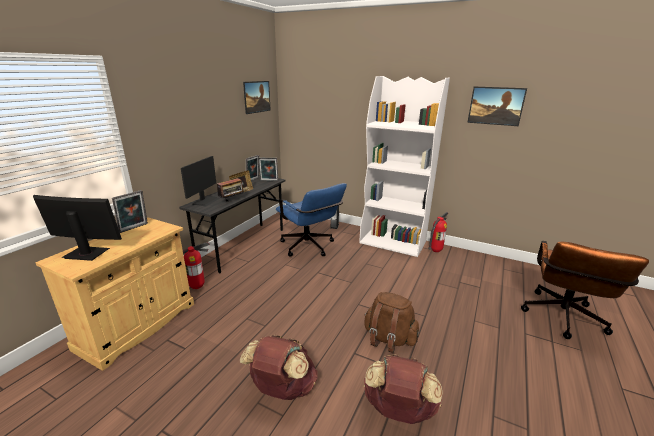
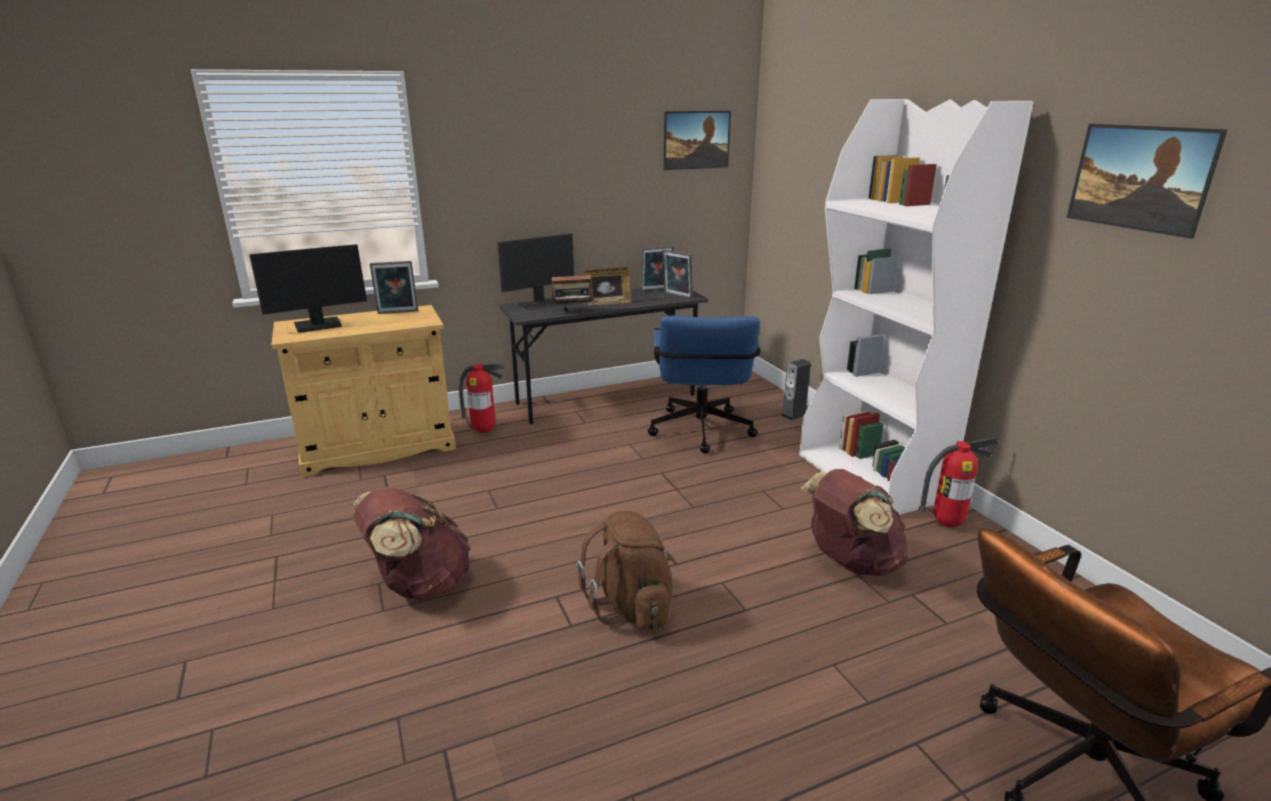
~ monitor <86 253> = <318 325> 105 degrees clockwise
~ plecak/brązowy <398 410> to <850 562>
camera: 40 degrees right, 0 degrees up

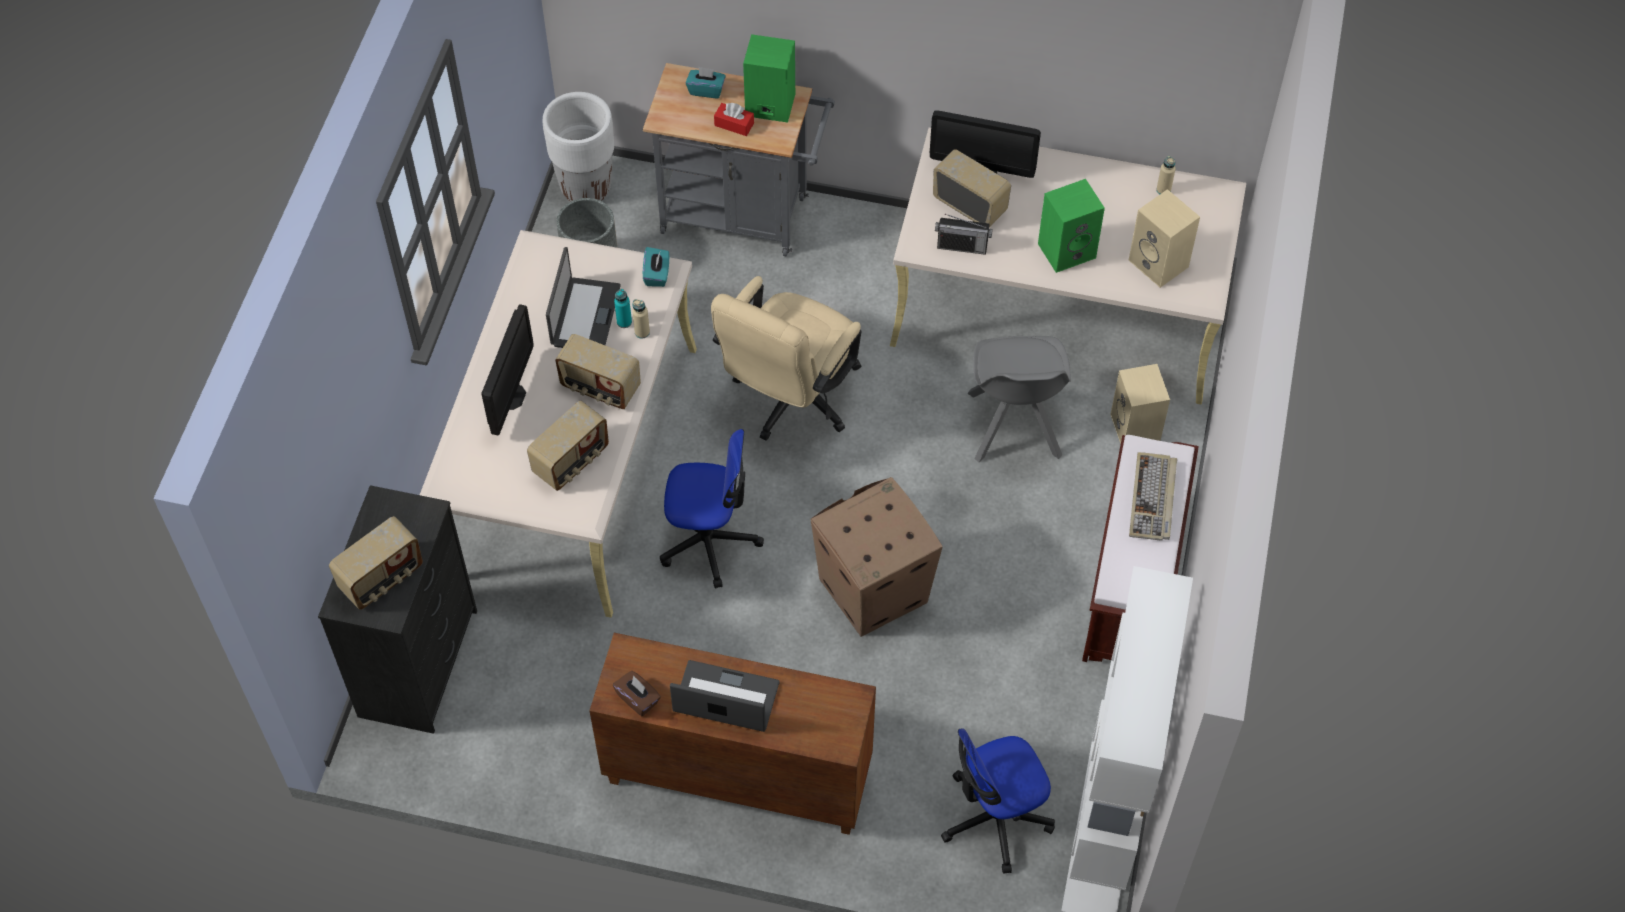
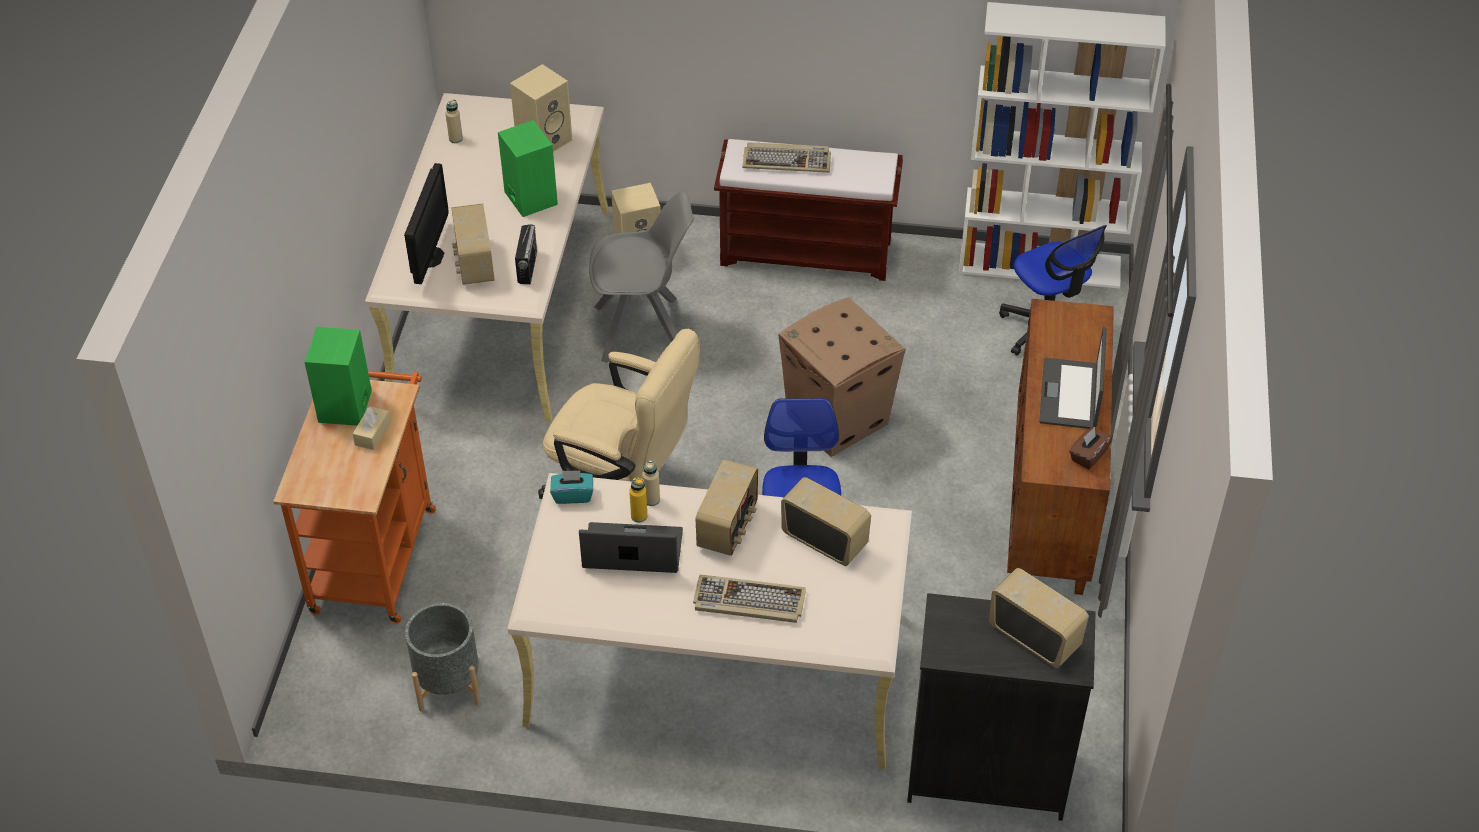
~ wózek/szary <743 216> to wózek/pomarańczowy <375 552>
- pudełko chusteczek/turkusowy <706 90>
- donica/biały <586 188>
~ pudełko chusteczek/czerwony <734 124> to pudełko chusteczek/beżowy <372 433>
~ radio <970 205> = <474 263> 45 degrees counterclockwise
~ butelka/turkusowy <624 322> to butelka/żółty <639 516>
~ monitor <511 396> to klawiatura <748 602>
camera: 95 degrees left, 10 degrees down

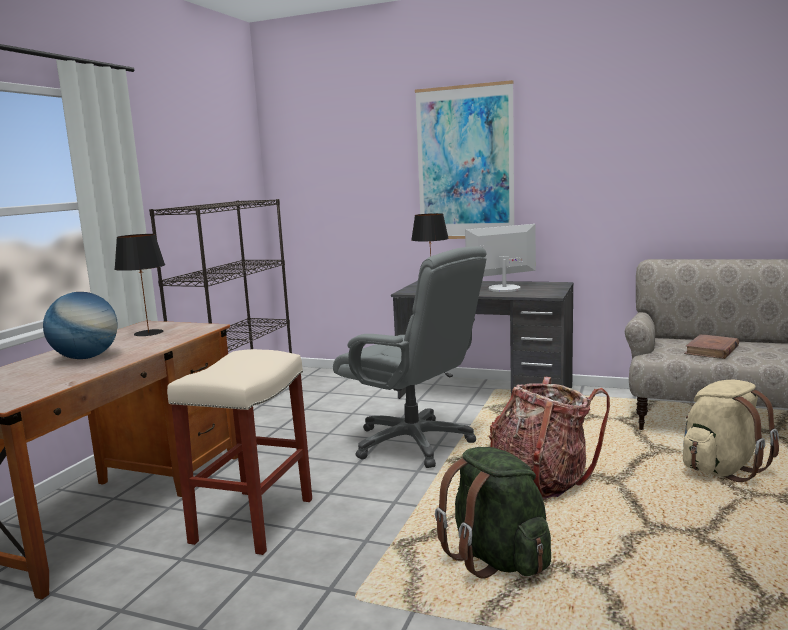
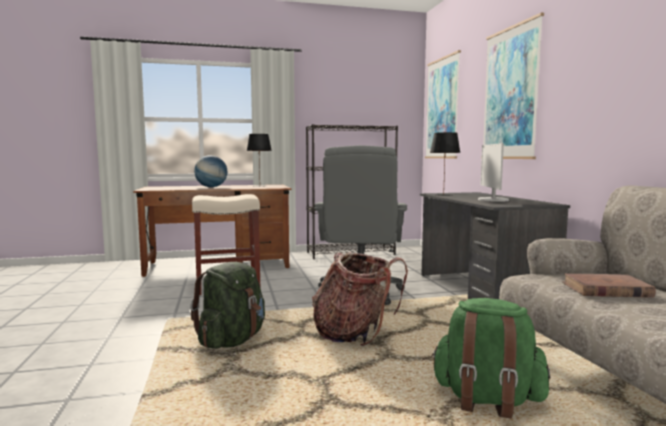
~ monitor <503 288> = <492 200> 120 degrees counterclockwise
~ plecak/beżowy <721 468> to plecak/zielony <487 399>
+ obraz <442 108>
camera: 55 degrees right, 5 degrees down

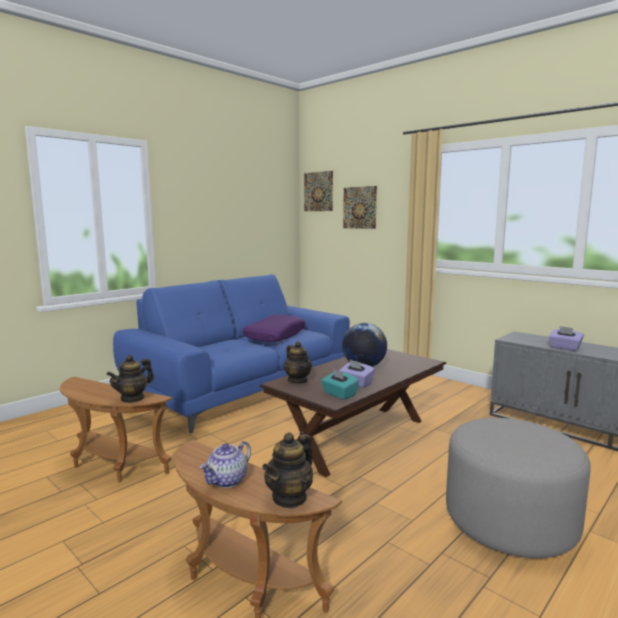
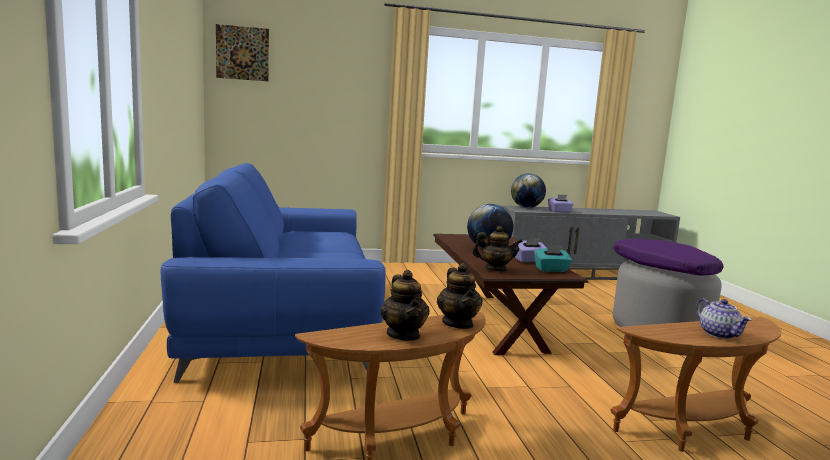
- obraz <359 207>
~ poduszka/fioletowy <275 336> to <663 268>
~ imbryk <290 498> to <404 335>
+ globus <526 207>
camera: 55 degrees left, 0 degrees up

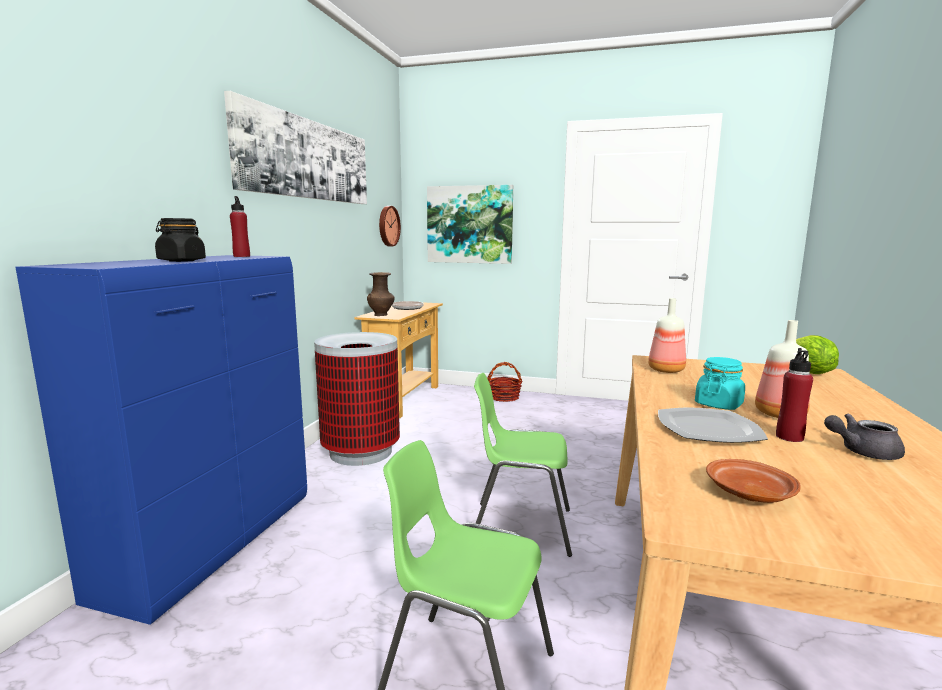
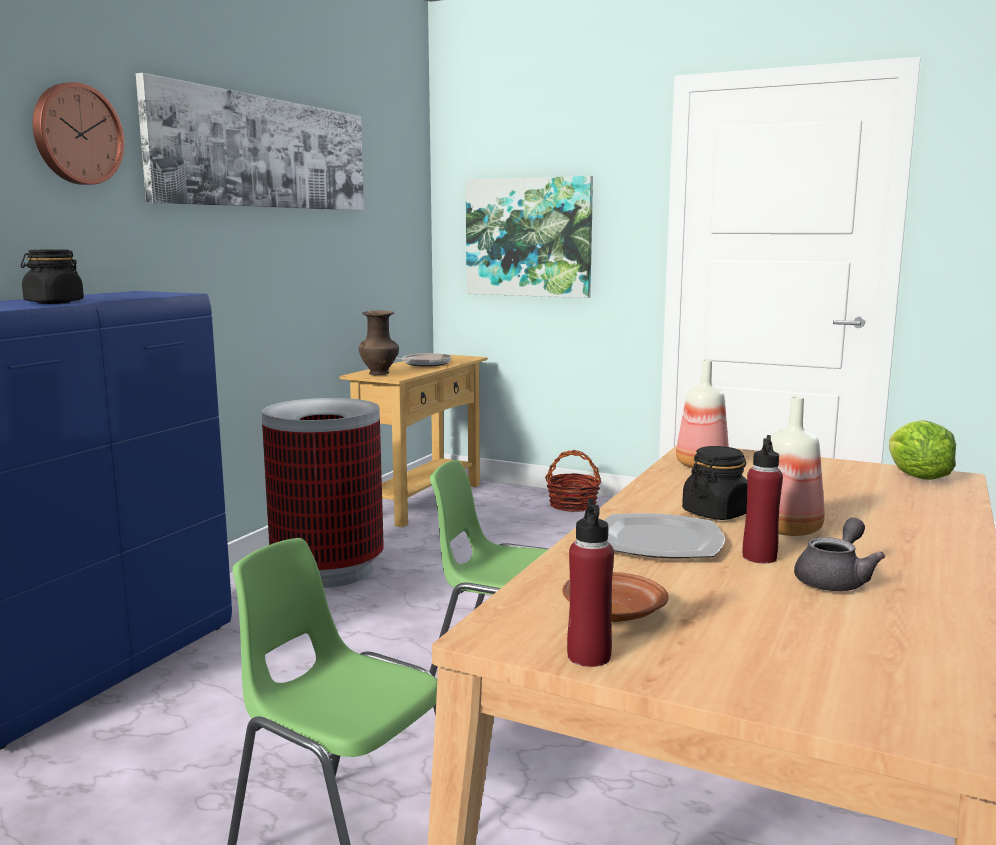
~ butelka/czerwony <241 256> to <589 656>
~ zegar ścienny <388 226> to <76 134>
~ słoik/turkusowy <718 404> to słoik/czarny <716 513>
~ imbryk/szary <862 452> = <835 580> 120 degrees clockwise
camera: 10 degrees right, 0 degrees up

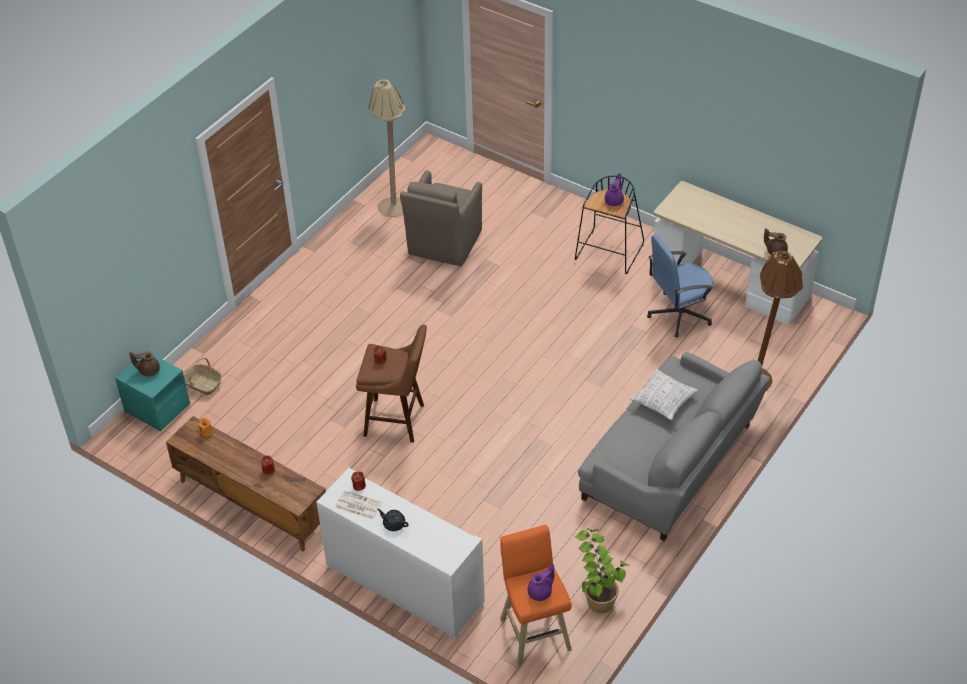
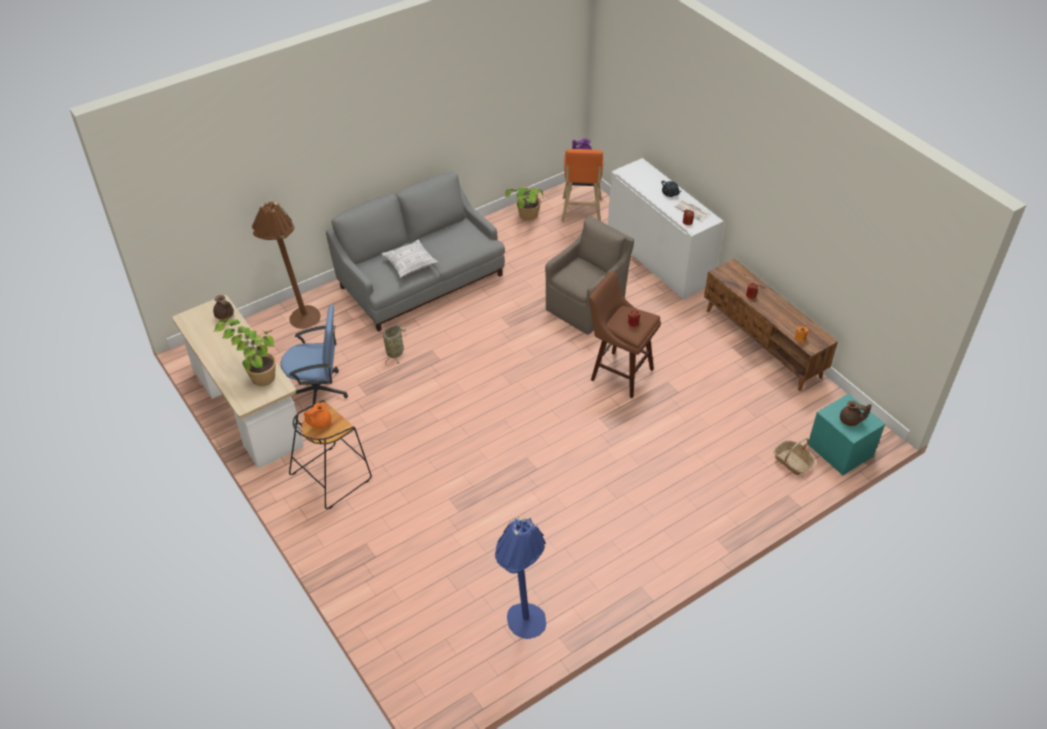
~ lampa stojąca/beżowy <395 202> to lampa stojąca/niebieski <521 628>
~ fotel/brązowy <443 243> to <586 306>
~ imbryk/fioletowy <614 201> to imbryk/pomarańczowy <319 423>
+ roślina doniczkowa <255 371>
+ koszyk <395 351>
camera: 160 degrees left, 0 degrees up

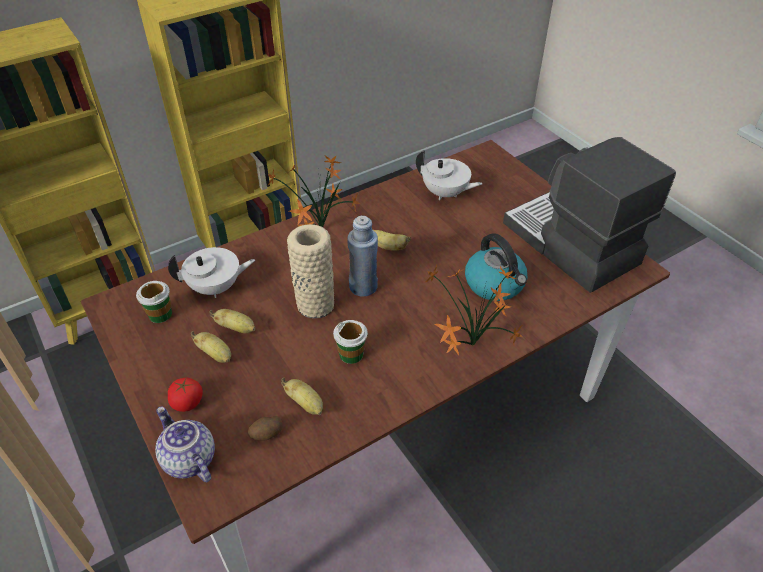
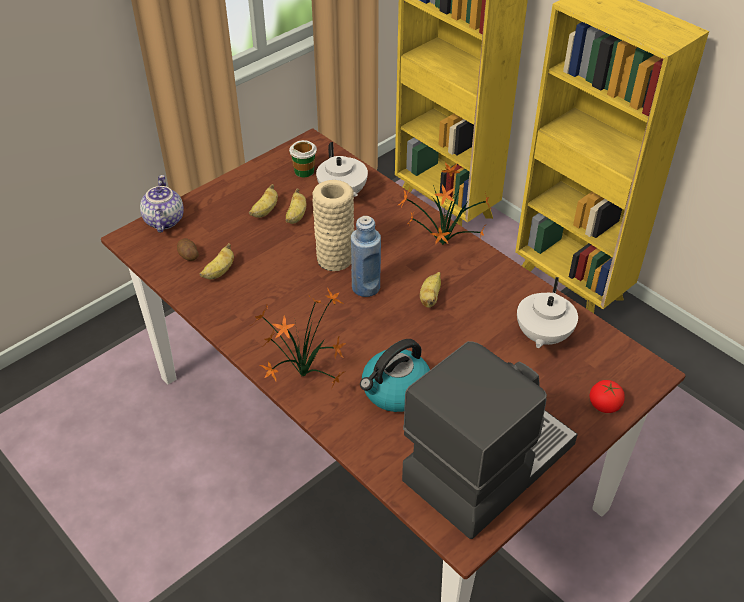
- filiżanka <351 354>
~ pomidor <187 402> to <604 405>
~ imbryk <188 460> = <163 220> 45 degrees counterclockwise
camera: 80 degrees right, 0 degrees up

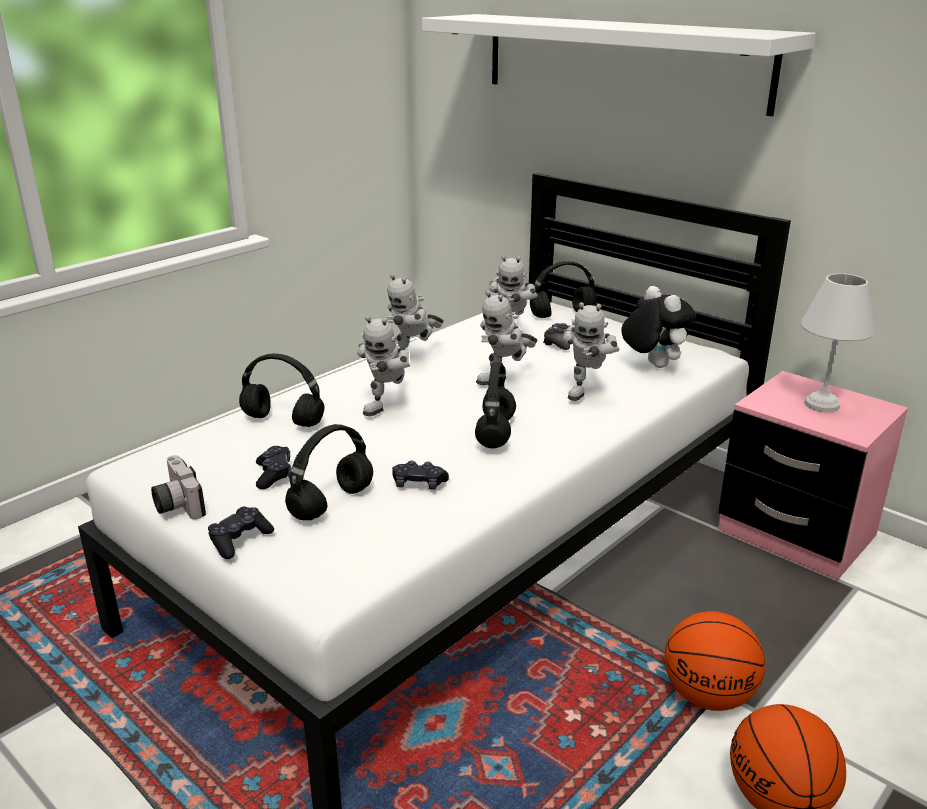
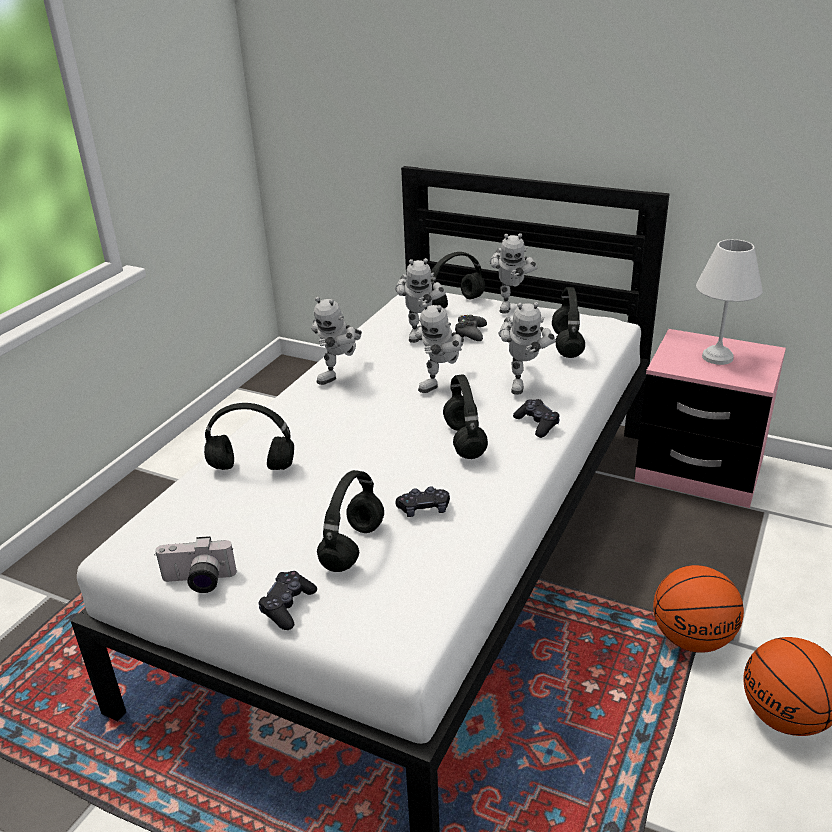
- półka/biały <620 60>
~ pluszak <652 365> to słuchawki/czarny <566 344>
~ robot zabawkowy <388 406> to <510 305>
~ pad do gier/czarny <274 474> to <537 424>
~ aparat fotograficzny <176 505> = <198 582> 45 degrees counterclockwise
camera: 15 degrees left, 5 degrees up

